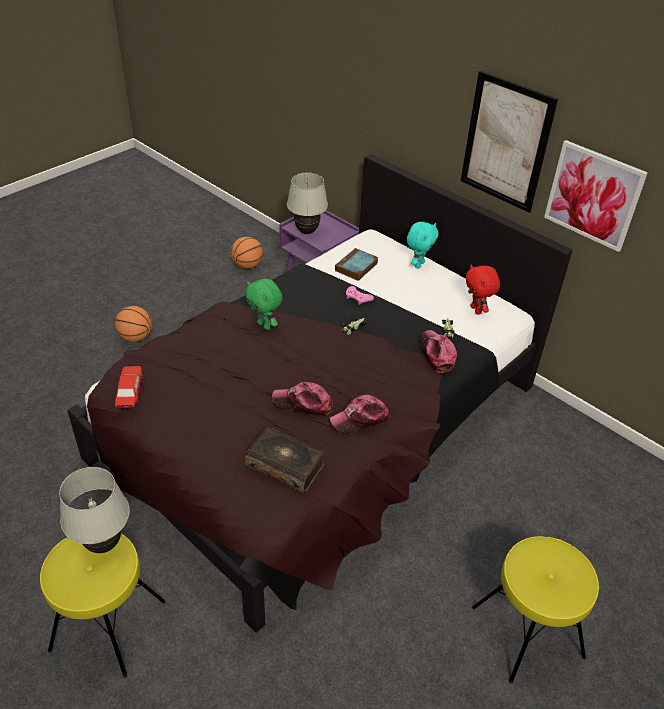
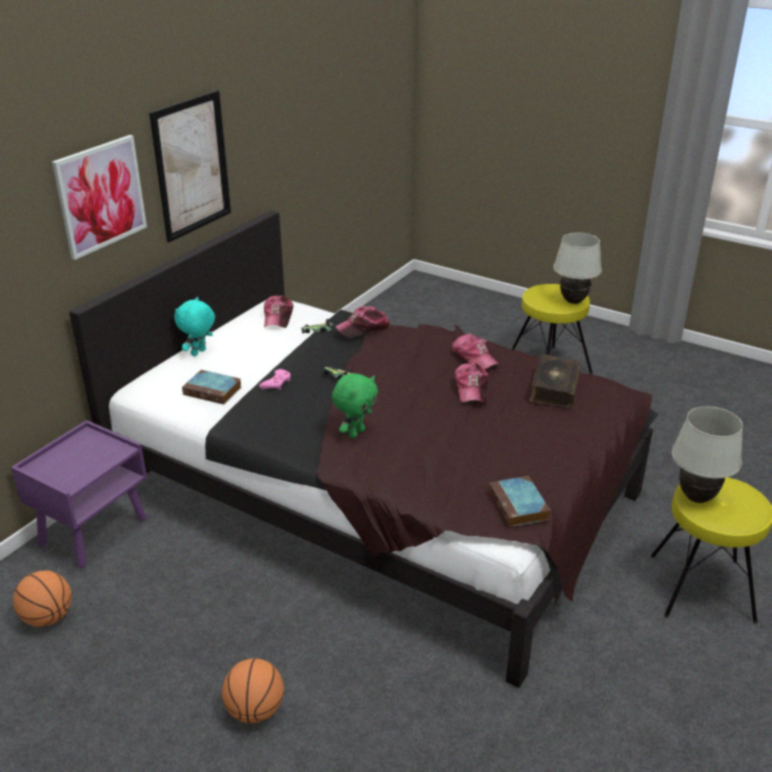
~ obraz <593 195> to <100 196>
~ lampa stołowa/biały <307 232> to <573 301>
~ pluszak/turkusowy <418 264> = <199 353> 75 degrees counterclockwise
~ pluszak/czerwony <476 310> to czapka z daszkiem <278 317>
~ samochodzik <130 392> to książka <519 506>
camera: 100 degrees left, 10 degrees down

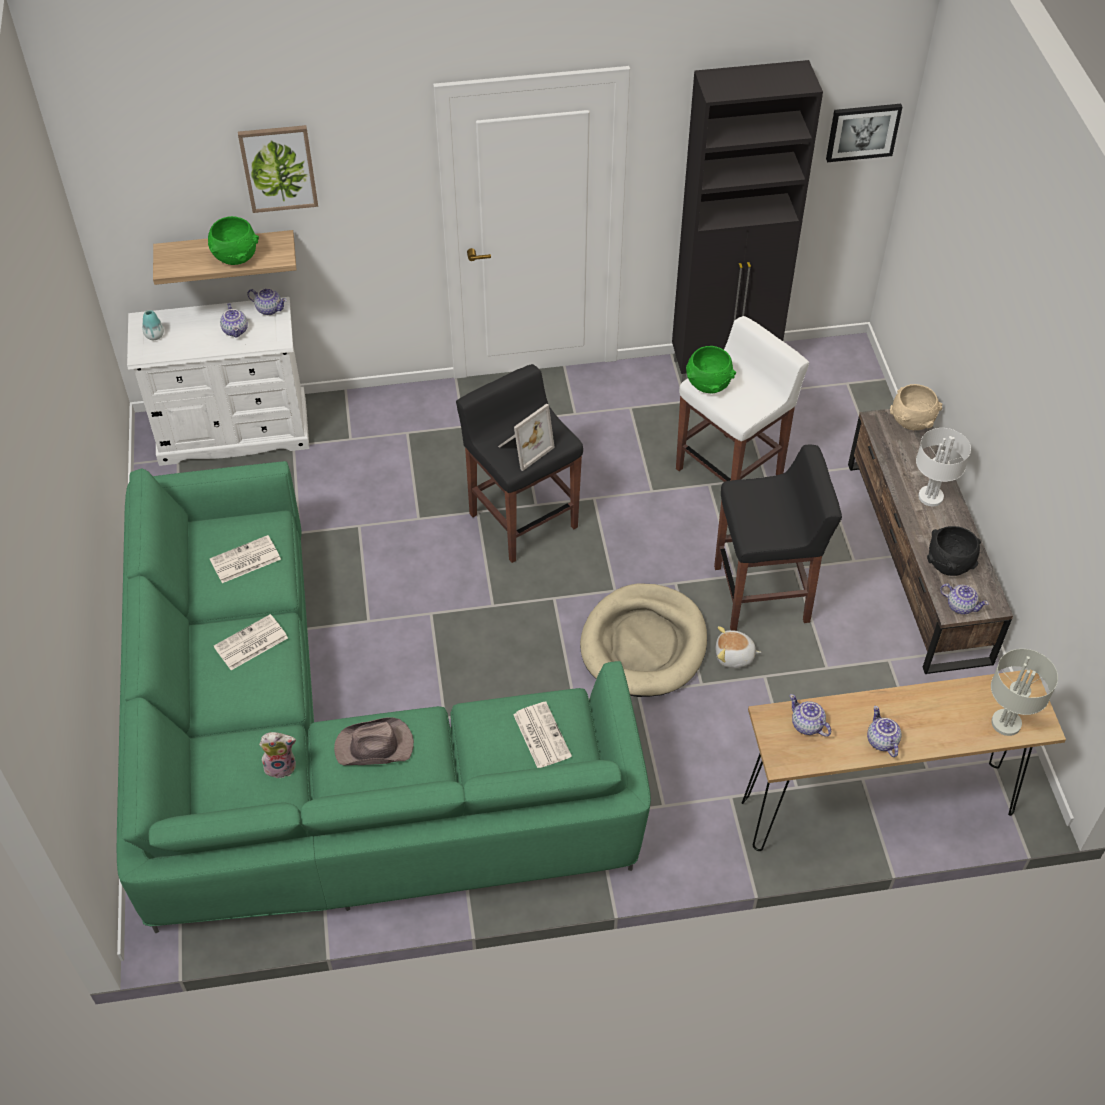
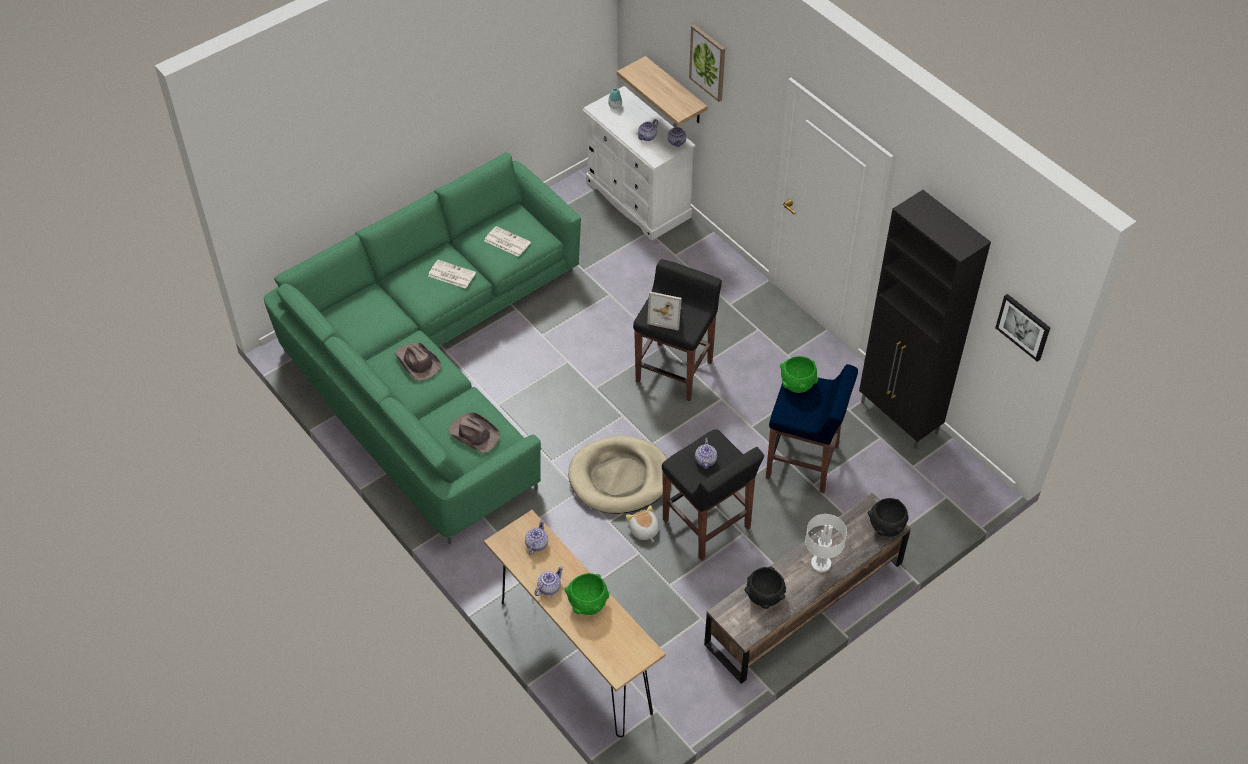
~ miska/zielony <236 257> to <588 604>
~ stołek/biały <731 471> to stołek/niebieski <803 462>
~ miska/beżowy <912 422> to miska/czarny <886 527>
~ imbryk <960 605> to <706 460>
- lampa stołowa/szary <1007 723>
~ gazeta <541 735> to kapelusz/brązowy <474 433>
- pluszak <281 766>
camera: 60 degrees right, 0 degrees up

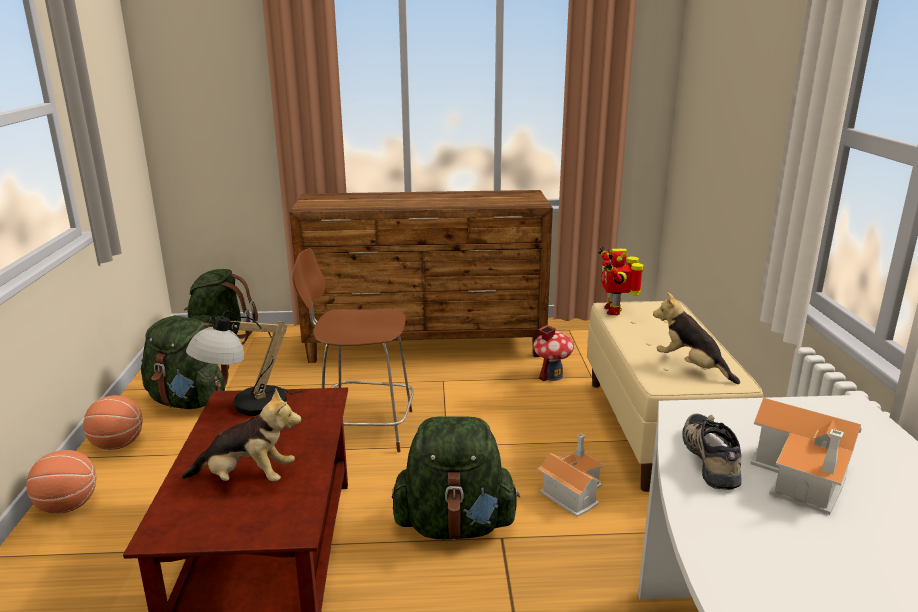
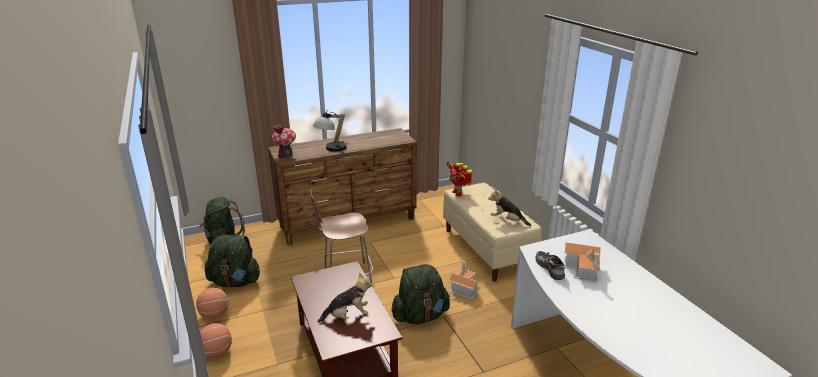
~ lampa stołowa <245 407> to <332 149>
~ domek <552 375> to <285 154>
camera: 20 degrees left, 5 degrees up

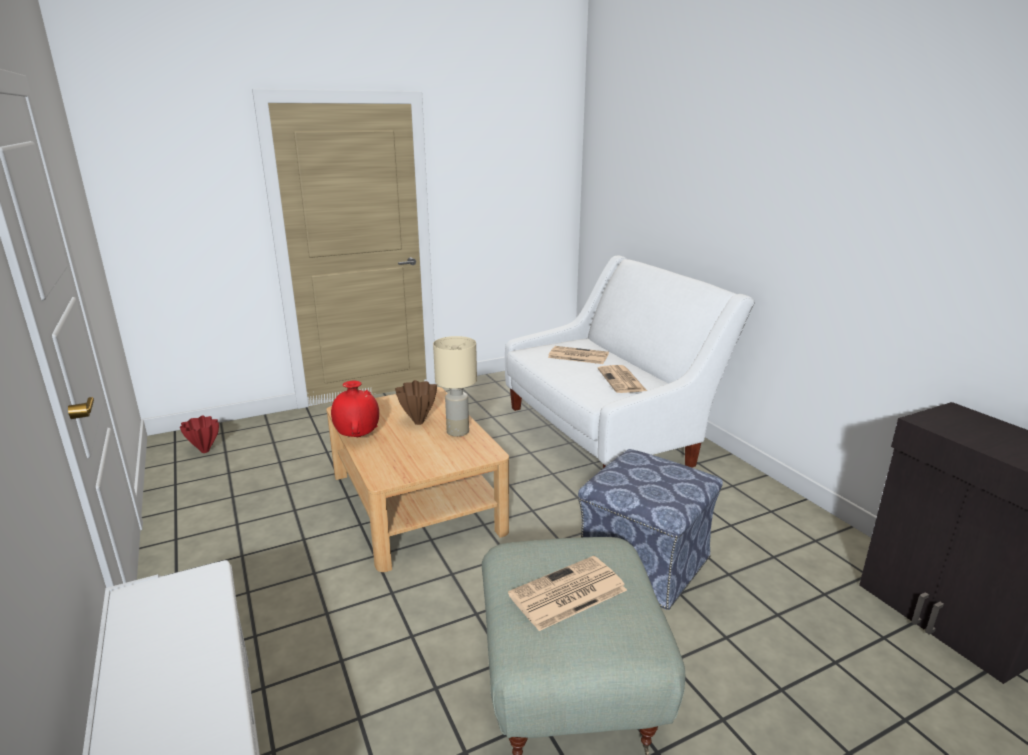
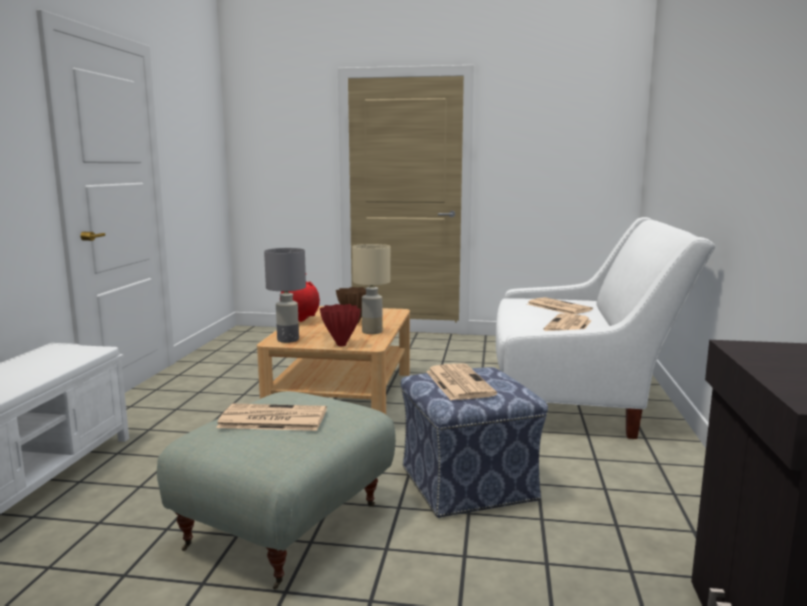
~ wazon/czerwony <204 451> to <340 344>
+ lampa stołowa/szary <287 340>
+ gazeta <458 382>
camera: 35 degrees right, 10 degrees down

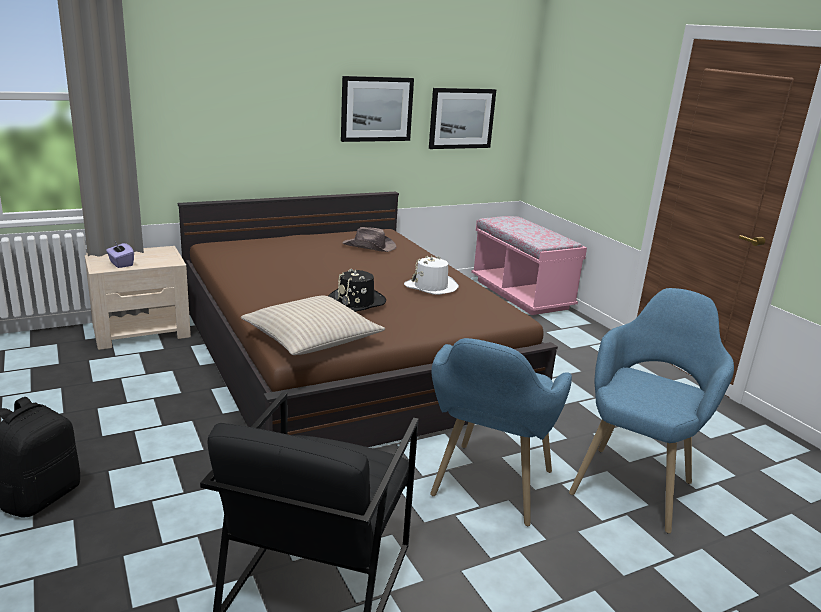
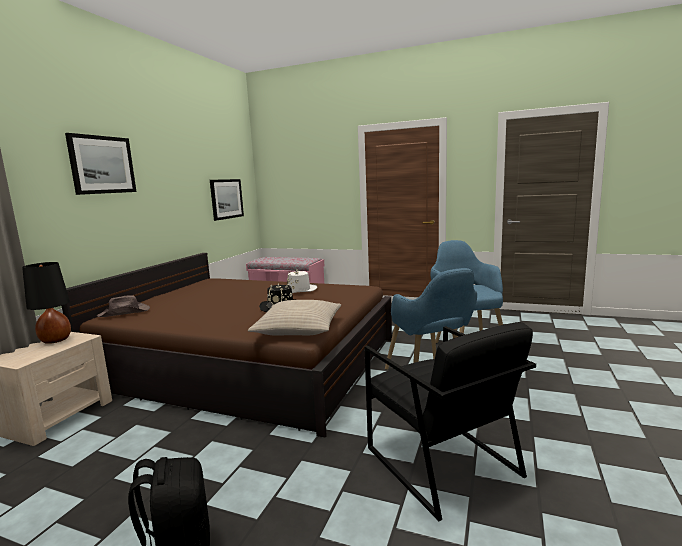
~ obraz <376 109> to <102 165>
~ kapelusz/brązowy <369 246> to <124 313>
- pudełko chusteczek/fioletowy <121 263>
+ lampa stołowa/czarny <56 340>
camera: 40 degrees left, 10 degrees down

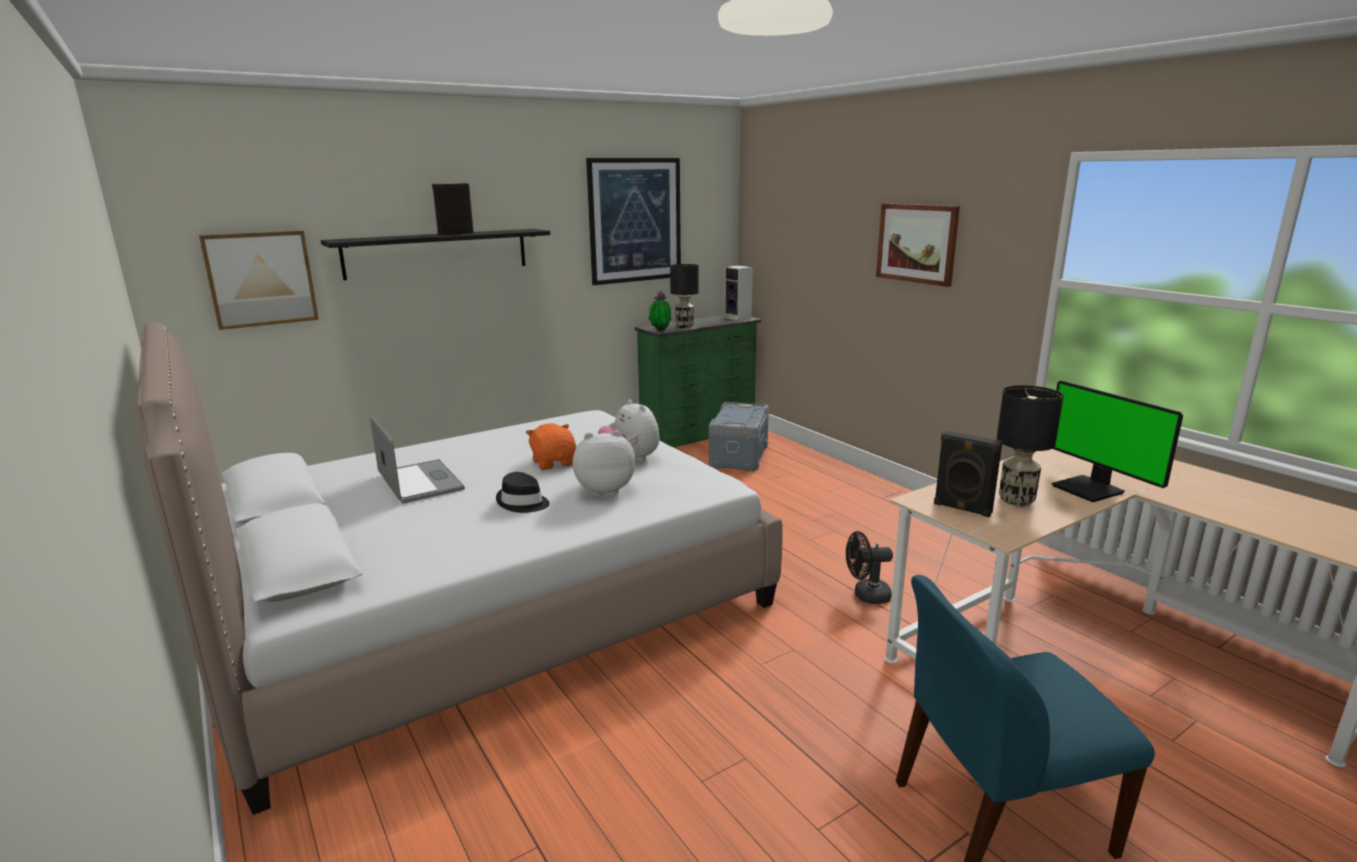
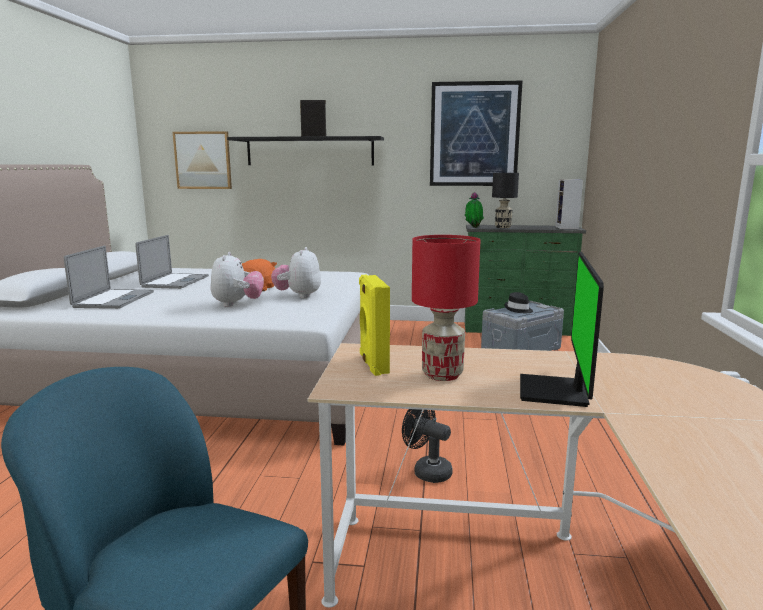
- obraz <917 243>
~ lampa stołowa/czarny <1015 501> to lampa stołowa/czerwony <441 374>
~ pluszak <604 490> = <237 304> 60 degrees clockwise
~ głośnik/czarny <962 509> to głośnik/żółty <372 364>
~ kapelusz/czarny <522 503> to <518 309>
+ laptop <114 299>
camera: 40 degrees right, 5 degrees down

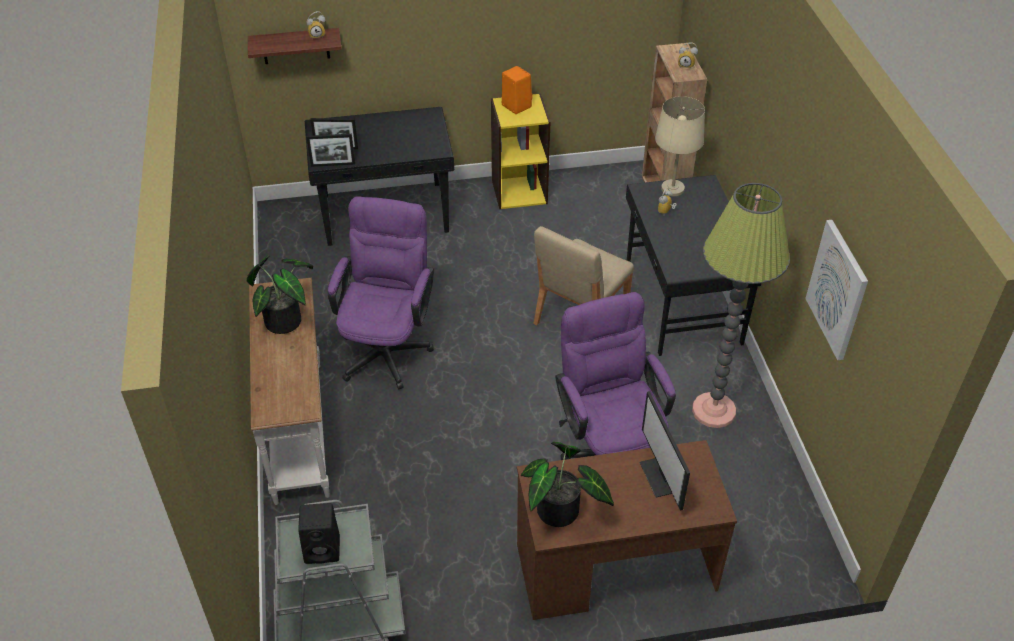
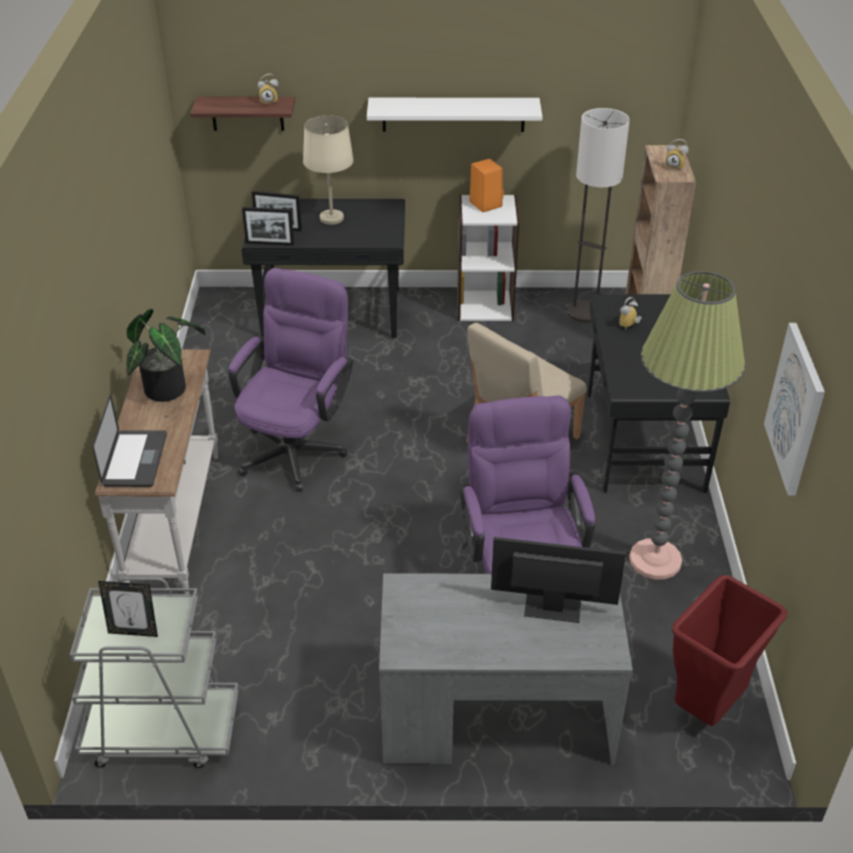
~ regał/żółty <519 191> to regał/biały <485 305>
~ lampa stołowa/beżowy <673 189> to <332 218>
~ monitor <661 477> = <552 607> 105 degrees clockwise
~ biurko/brązowy <615 567> to biurko/szary <496 719>
- roślina doniczkowa <561 514>
~ głośnik/czarny <324 549> to ramka na zdjęcie <134 631>
+ półka/biały <453 114>
+ lampa stojąca <584 312>
+ laptop <135 460>
+ kosz na śmieci/czerwony <707 709>
camera: 10 degrees right, 5 degrees down

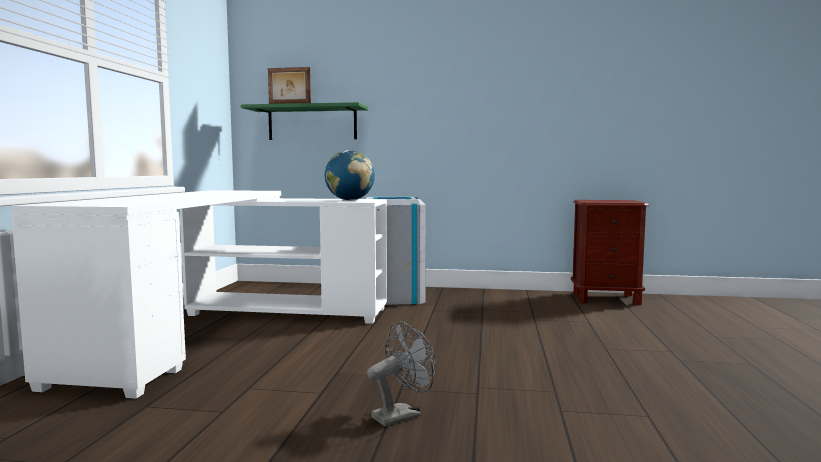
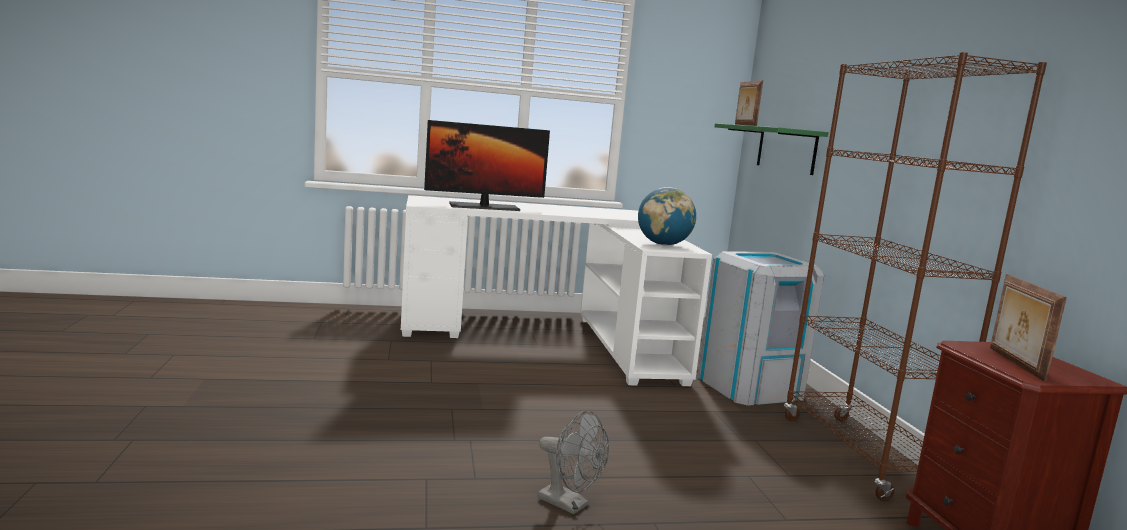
~ wentylator/szary <402 414> to <569 504>
+ regał/brązowy <859 456>
+ monitor <484 207>
+ ramka na zdjęcie <1014 363>
camera: 70 degrees right, 5 degrees up

